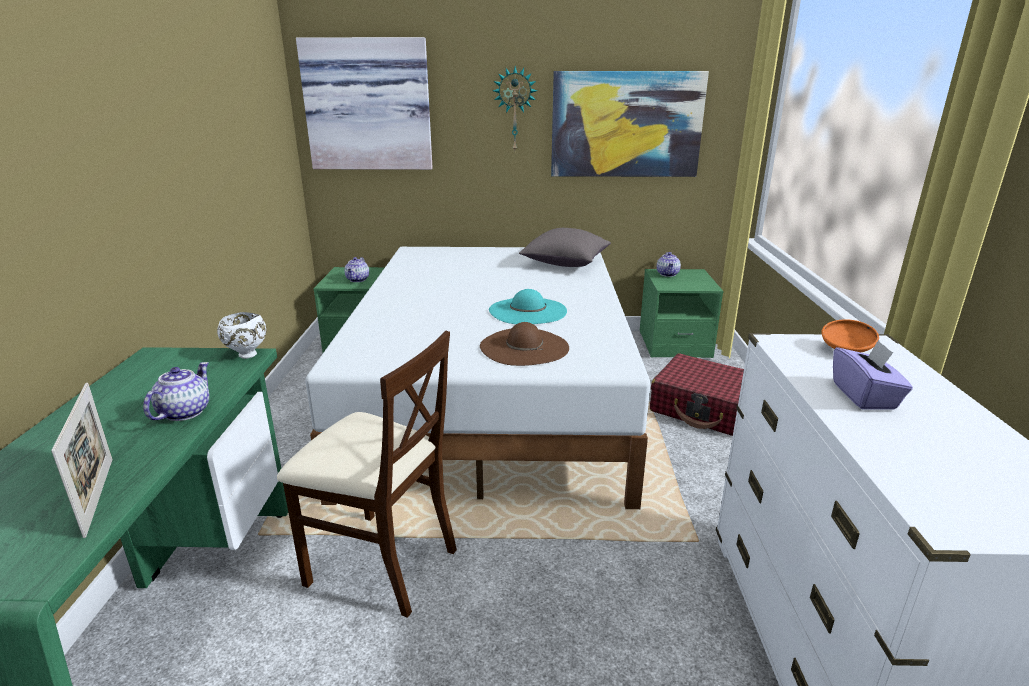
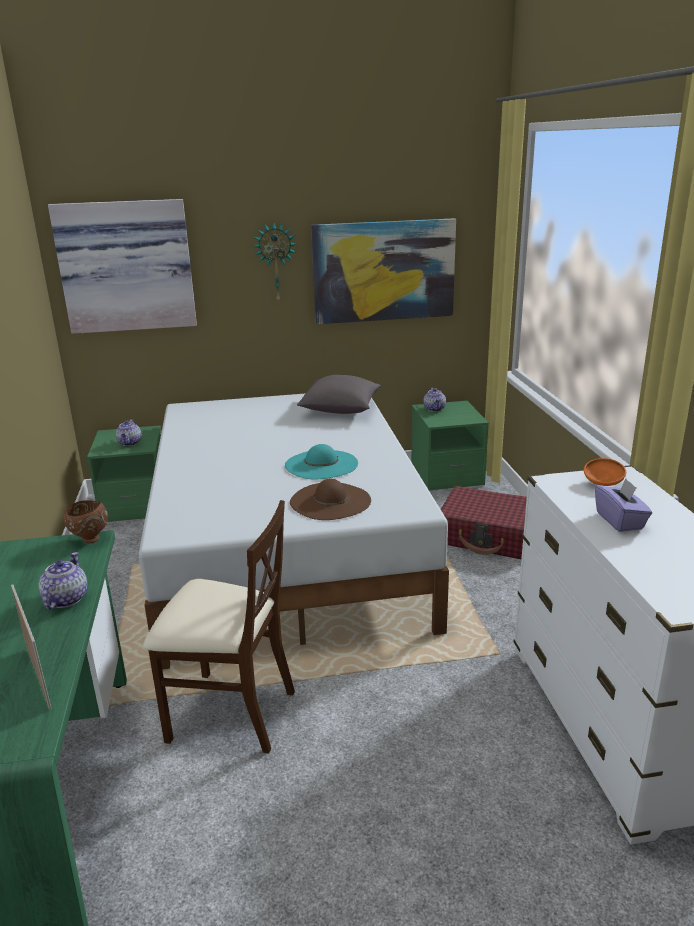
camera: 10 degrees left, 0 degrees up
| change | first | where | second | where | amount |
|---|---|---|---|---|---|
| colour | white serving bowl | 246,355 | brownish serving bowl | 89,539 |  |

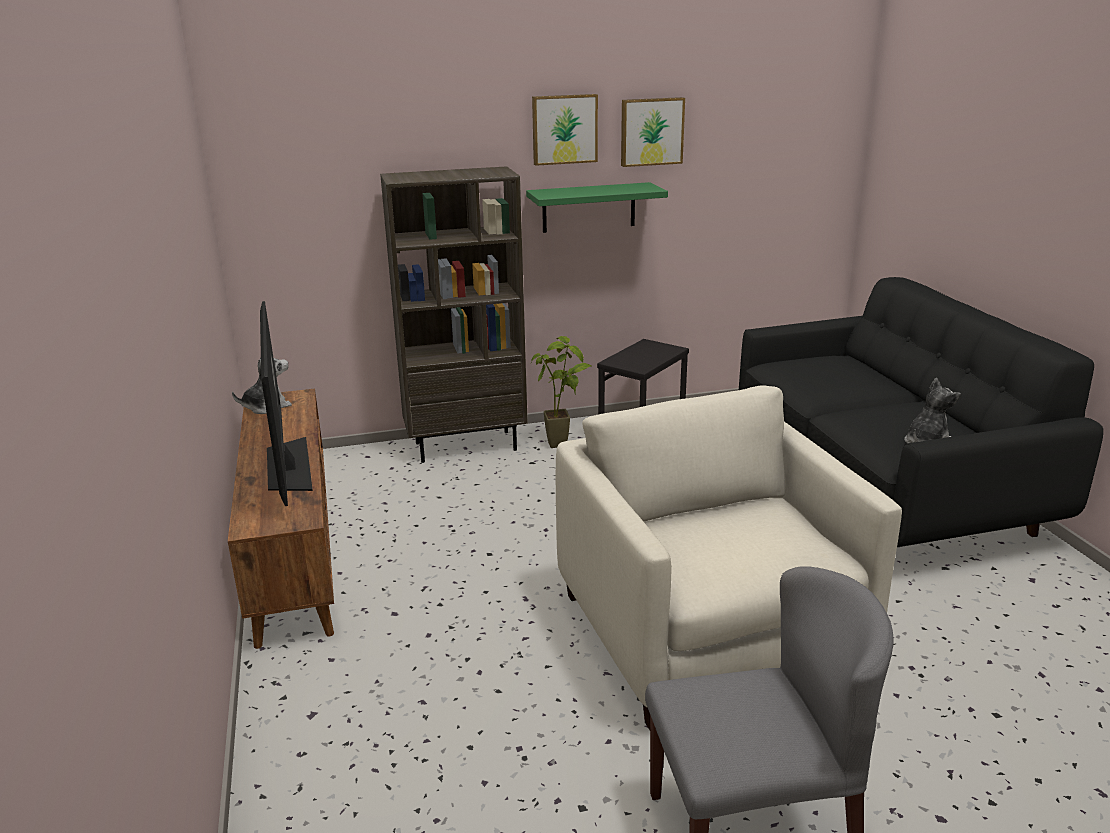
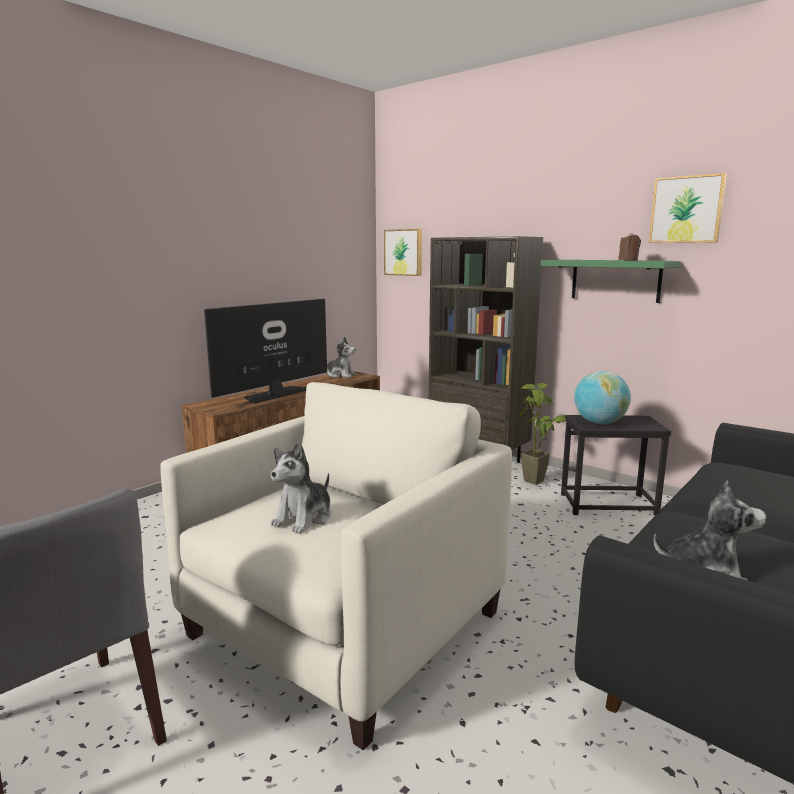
camera: 55 degrees right, 10 degrees down
| change | first | where | second | where | amount |
|---|---|---|---|---|---|
| appeared |  |  | soft toy | 304,518 |  |
| appeared |  |  | world globe | 599,423 |  |
| appeared |  |  | brownish wax candle | 628,260 |  |
| relocated | wall art | 564,129 |  | 404,252 |  |

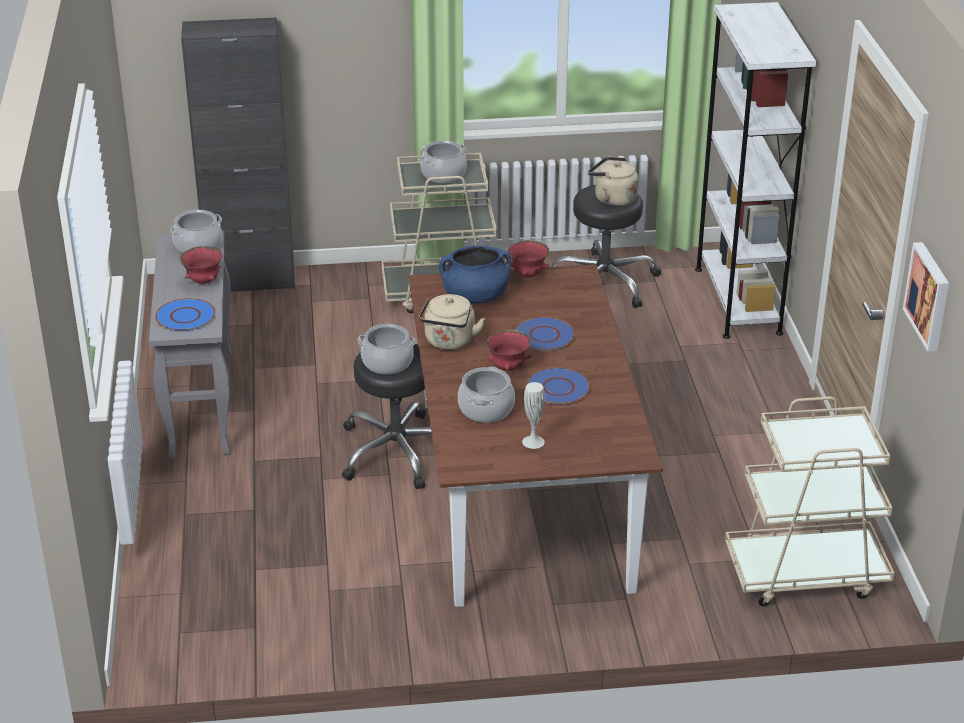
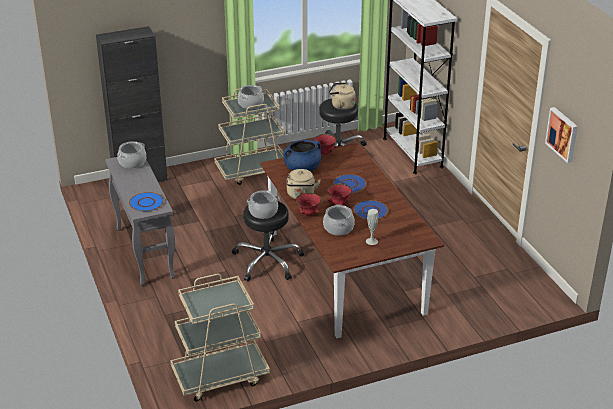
camera: 15 degrees left, 0 degrees up
| change | first | where | second | where | amount |
|---|---|---|---|---|---|
| relocated | red-coloured serving bowl | 203,281 |  | 308,213 |  |
| relocated | beige trolley | 805,573 |  | 220,376 |  |

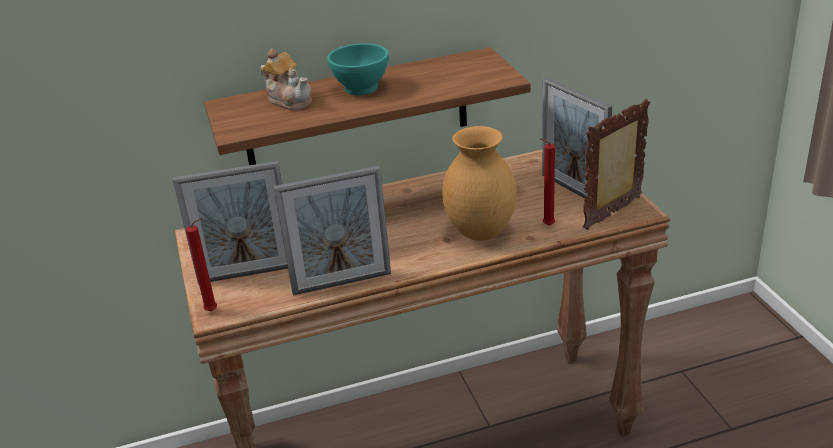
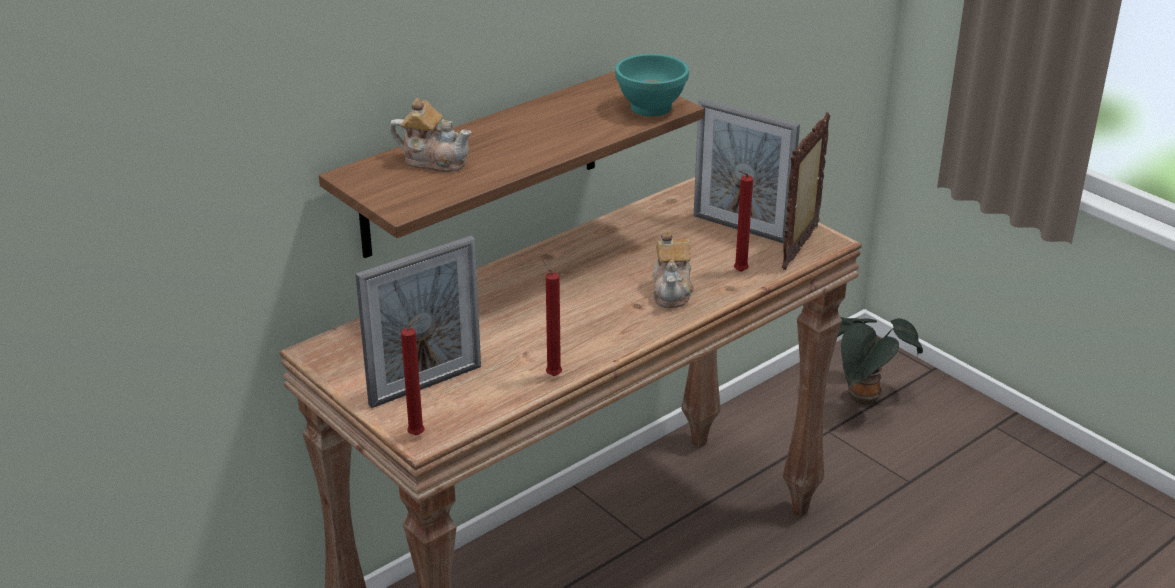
camera: 25 degrees left, 0 degrees up
| change | first | where | second | where | amount |
|---|---|---|---|---|---|
| appeared |  |  | plant in a pot | 863,401 |  |
| relocated | blue-green serving bowl | 360,88 |  | 649,107 |  |
| exchanged | photo frame | 342,283 | red-coloured wax candle | 552,374 |  |
| exchanged | brownish decorative vase | 482,232 | pot for tea | 672,291 |  |

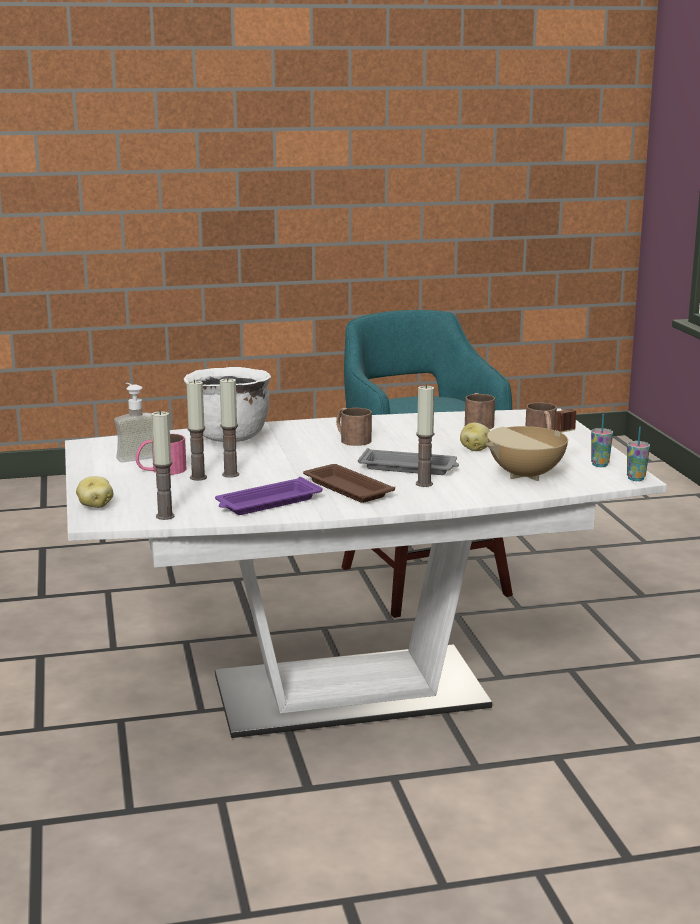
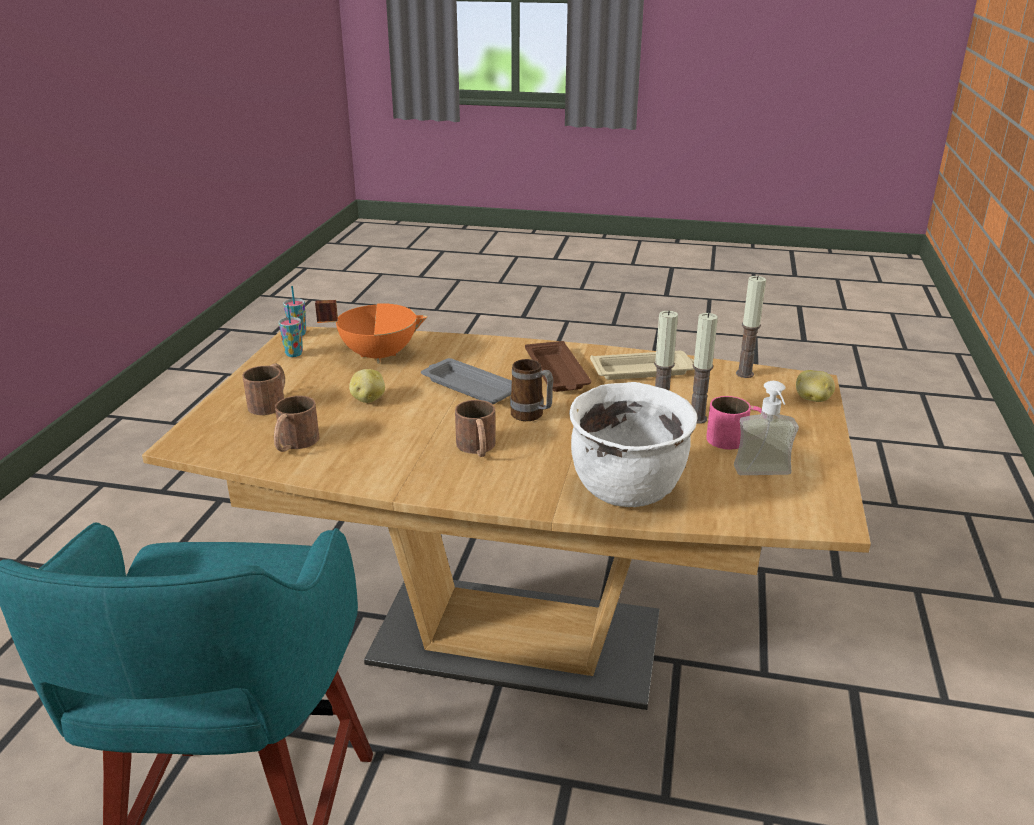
camera: 155 degrees left, 10 degrees up
| change | first | where | second | where | amount |
|---|---|---|---|---|---|
| missing | wax candle | 424,484 |  |  |  |
| appeared |  |  | coffee mug | 532,416 |  |
| colour | white kitchen table | 350,692 | brownish kitchen table | 516,639 |  |
| colour | purple carrying tray | 267,503 | beige carrying tray | 644,371 |  |
| colour | beige saucepot | 527,476 | orange-coloured saucepot | 378,355 |  |

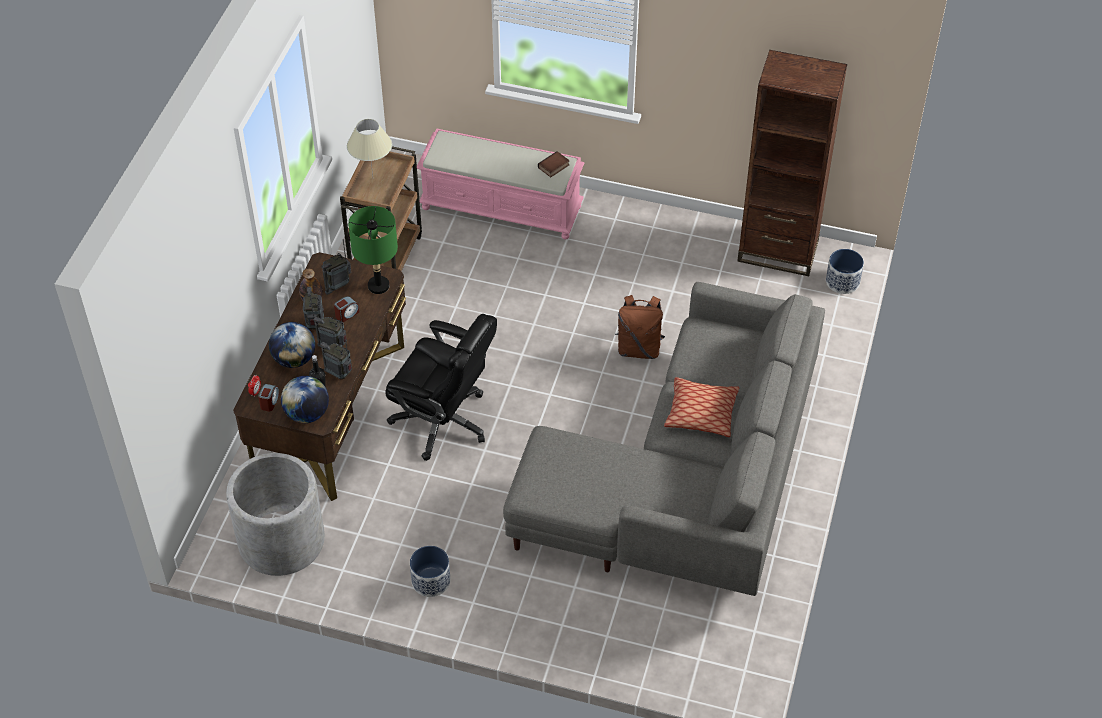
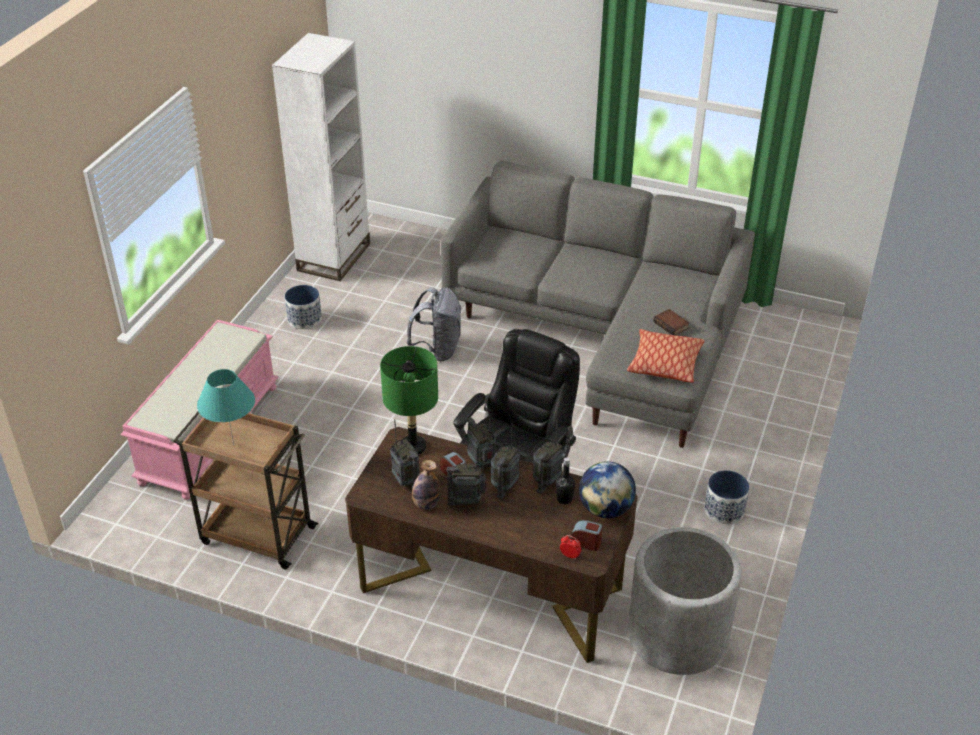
camera: 85 degrees left, 10 degrees down
| change | first | where | second | where | amount |
|---|---|---|---|---|---|
| missing | world globe | 294,359 |  |  |  |
| appeared |  |  | radio | 481,462 |  |
| relocated | bound book | 554,167 |  | 672,325 |  |
| relocated | cushion | 701,413 |  | 665,363 |  |
| relocated | flower pot | 842,281 |  | 304,319 |  |
| colour | beige table lamp | 372,178 | blue-green table lamp | 233,445 |  |
| colour | brownish backpack | 639,348 | grey backpack | 438,350 |  |
| colour | brownish shelving unit | 778,251 | white shelving unit | 334,257 |  |

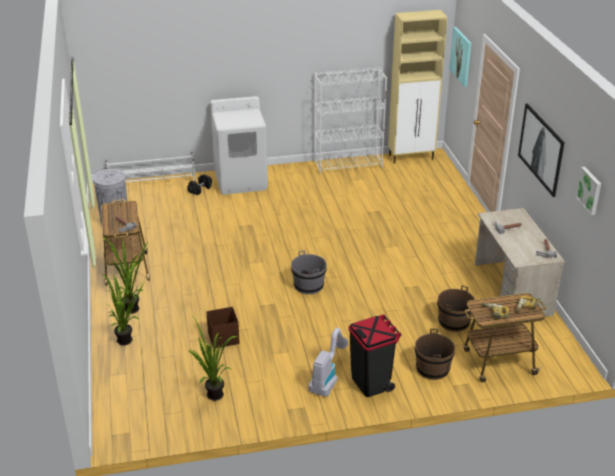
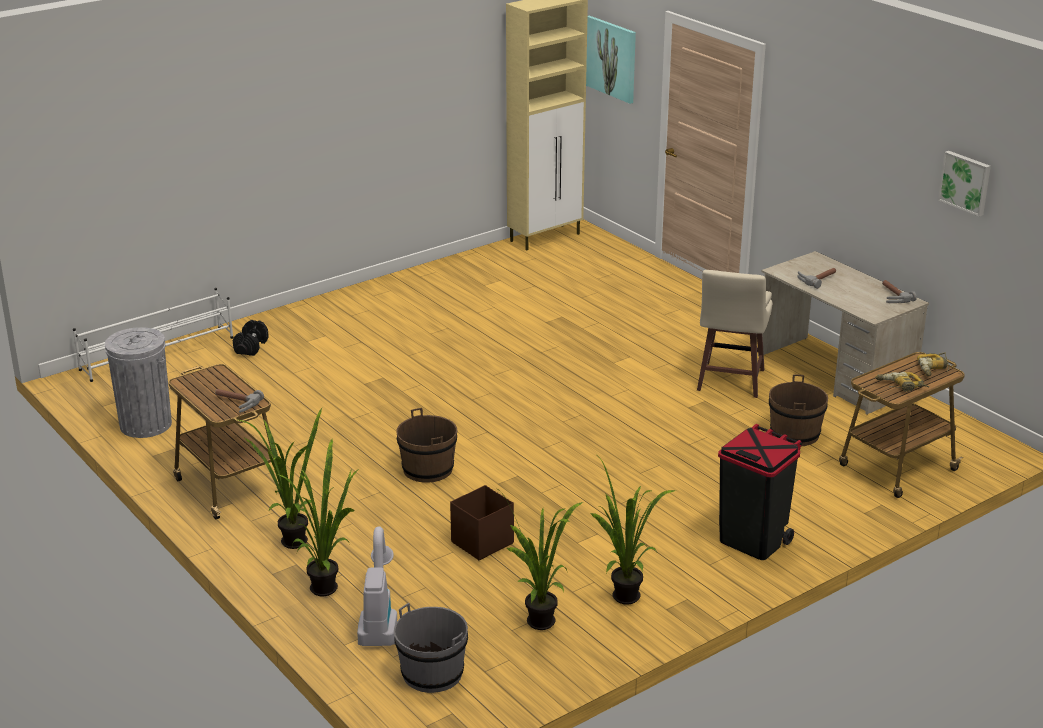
camera: 25 degrees left, 5 degrees down
| change | first | where | second | where | amount |
|---|---|---|---|---|---|
| missing | white laundry appliance | 241,181 |  |  |  |
| missing | white shelving unit | 348,164 |  |  |  |
| missing | wall art | 541,149 |  |  |  |
| appeared |  |  | plant in a pot | 623,601 |  |
| appeared |  |  | beige stool | 729,381 |  |
| relocated | grey bucket | 308,285 |  | 432,673 |  |
| relocated | hoover | 327,378 |  | 379,619 |  |
| relocated | brownish bucket | 432,369 |  | 428,469 |  |

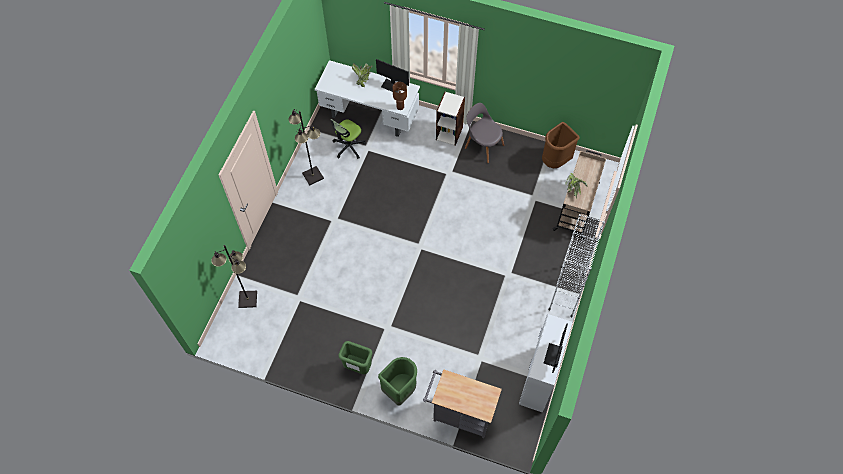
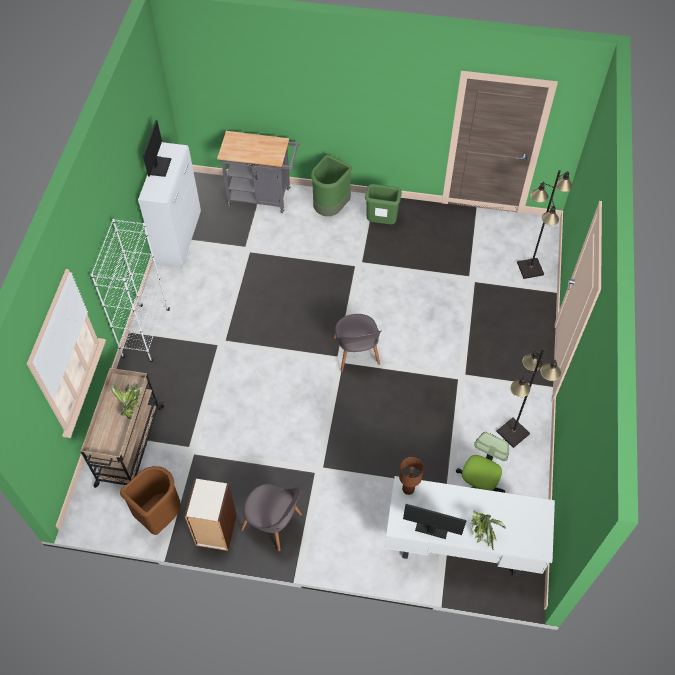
camera: 170 degrees right, 5 degrees down
| change | first | where | second | where | amount |
|---|---|---|---|---|---|
| appeared |  |  | grey chair | 356,353 |  |
| relocated | shelving unit | 449,133 |  | 216,530 |  |

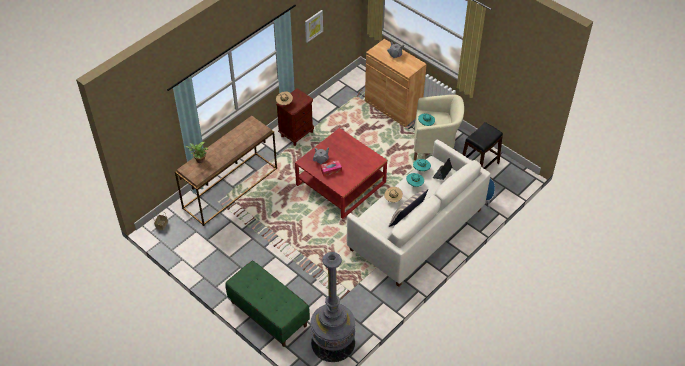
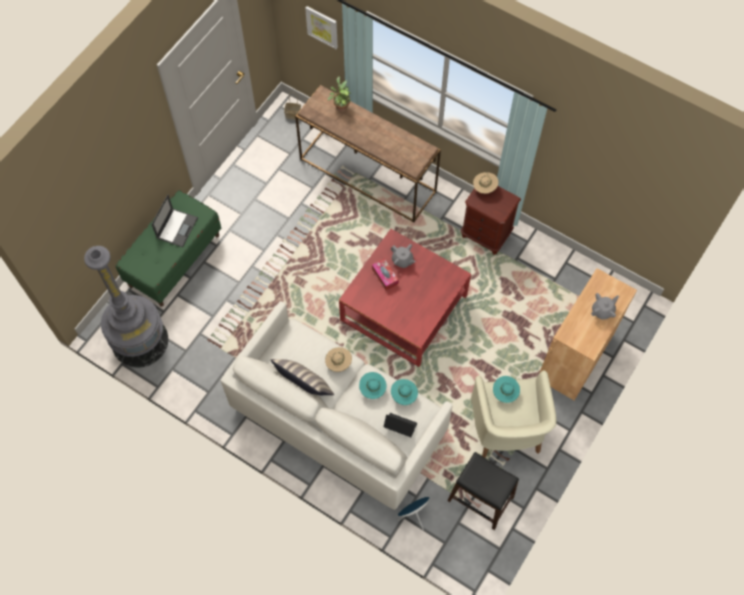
camera: 80 degrees right, 15 degrees up
| change | first | where | second | where | amount |
|---|---|---|---|---|---|
| appeared |  |  | portable computer | 177,227 |  |
| relocated | wall art | 313,26 |  | 322,27 |  |

